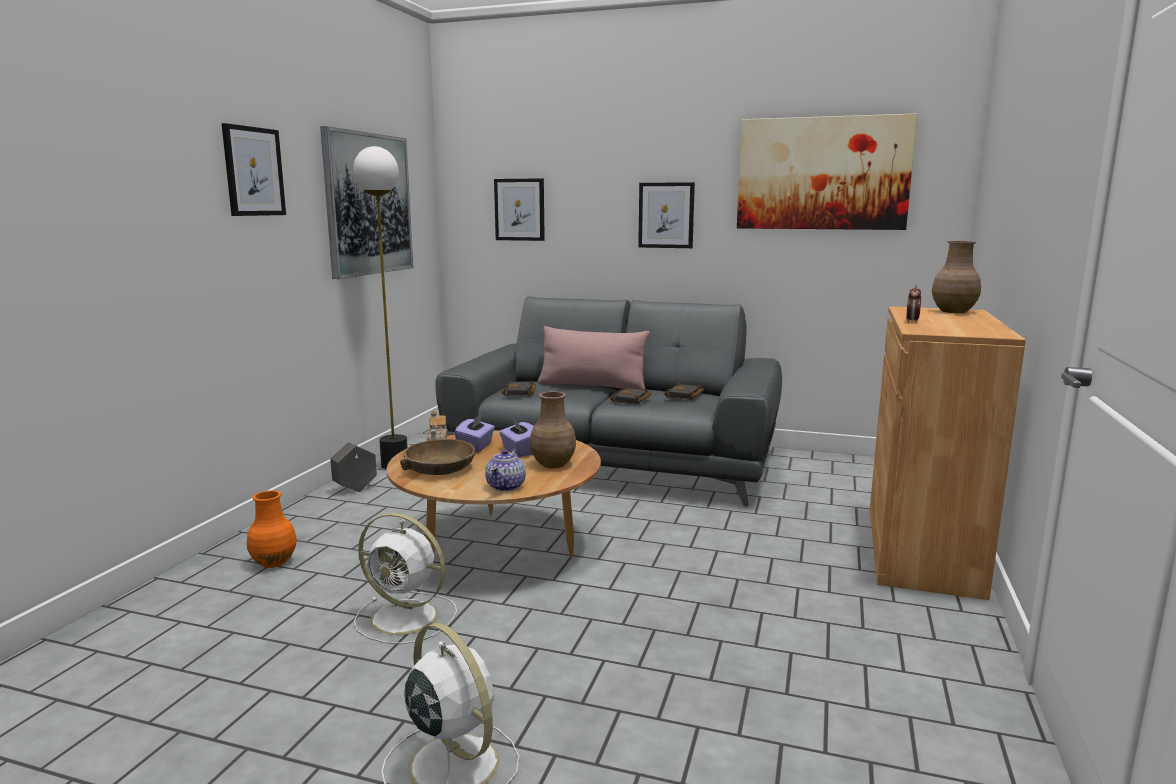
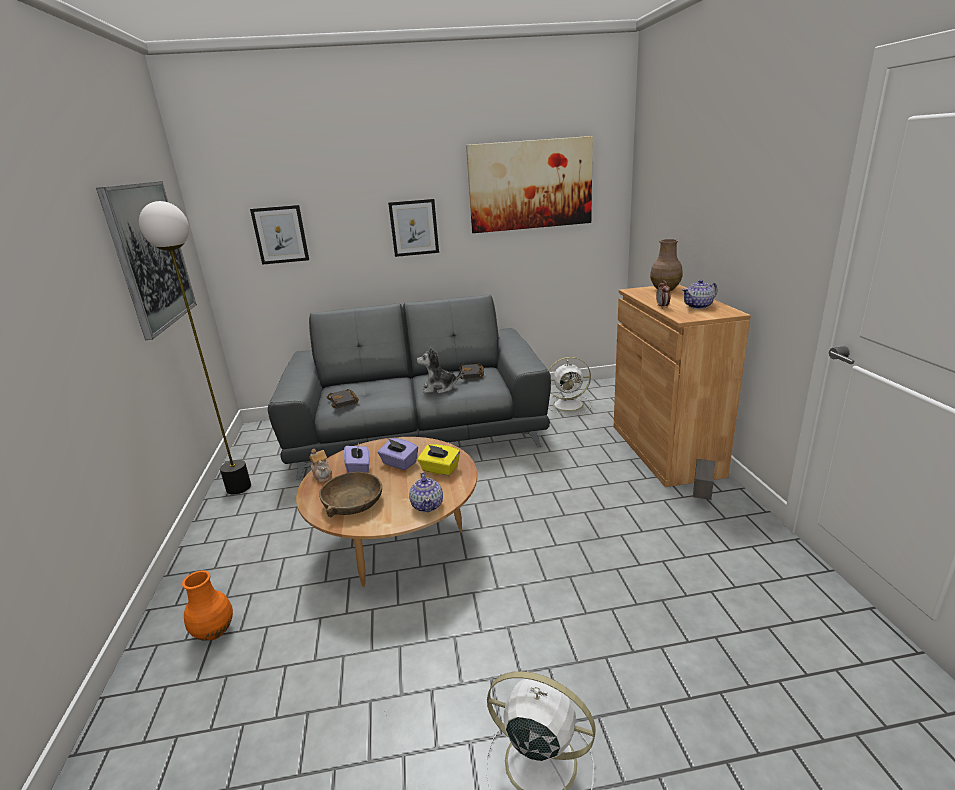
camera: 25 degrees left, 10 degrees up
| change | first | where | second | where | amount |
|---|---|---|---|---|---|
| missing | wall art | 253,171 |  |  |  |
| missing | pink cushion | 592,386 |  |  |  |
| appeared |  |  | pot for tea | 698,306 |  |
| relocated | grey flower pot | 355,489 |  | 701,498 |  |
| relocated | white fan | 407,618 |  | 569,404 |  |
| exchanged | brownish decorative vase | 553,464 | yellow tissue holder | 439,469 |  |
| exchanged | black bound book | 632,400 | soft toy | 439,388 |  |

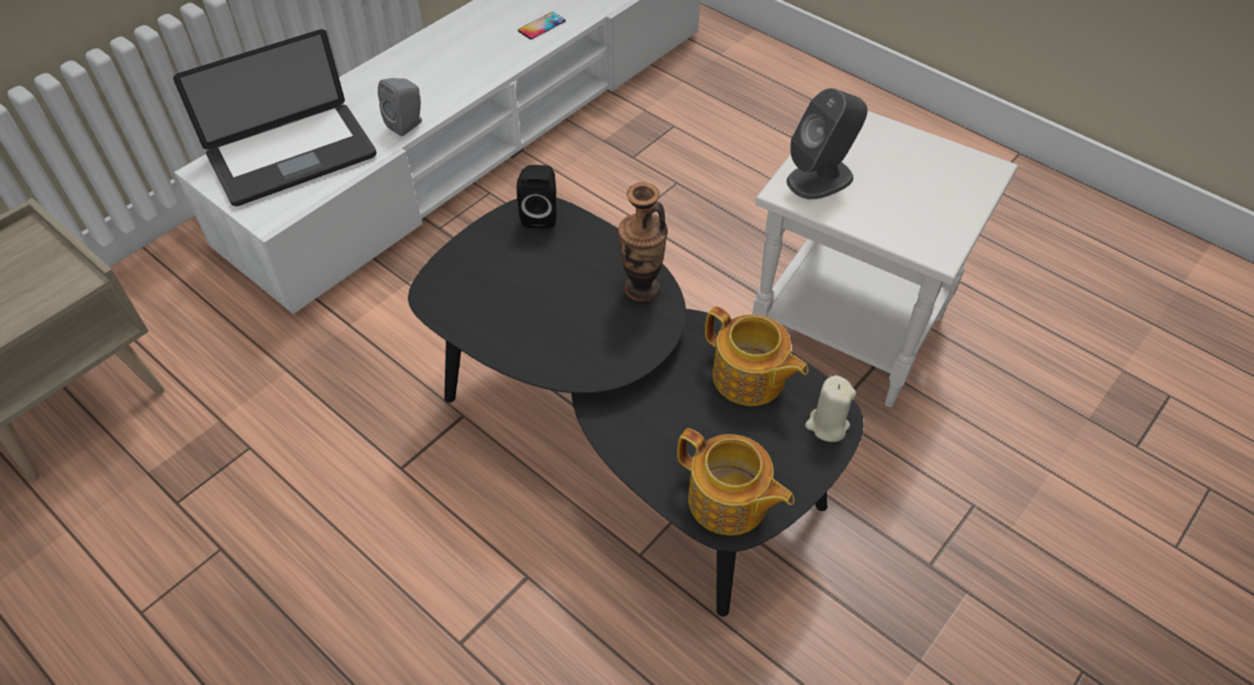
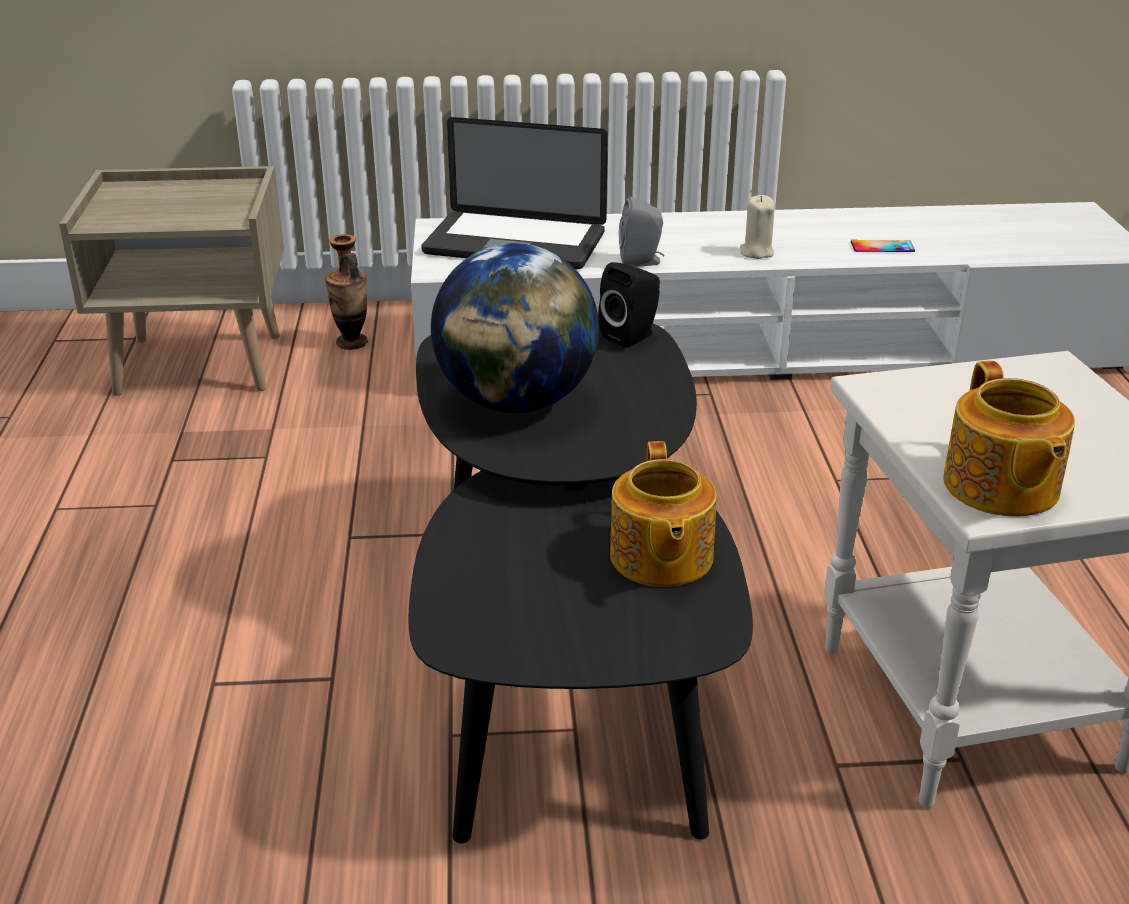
camera: 45 degrees right, 20 degrees down
| change | first | where | second | where | amount |
|---|---|---|---|---|---|
| missing | grey audio speaker | 820,178 |  |  |  |
| appeared |  |  | world globe | 516,403 |  |
| relocated | decorative vase | 642,288 |  | 351,343 |  |
| relocated | pot for tea | 728,502 |  | 1000,488 |  |
| relocated | beige wax candle | 827,425 |  | 756,252 |  |

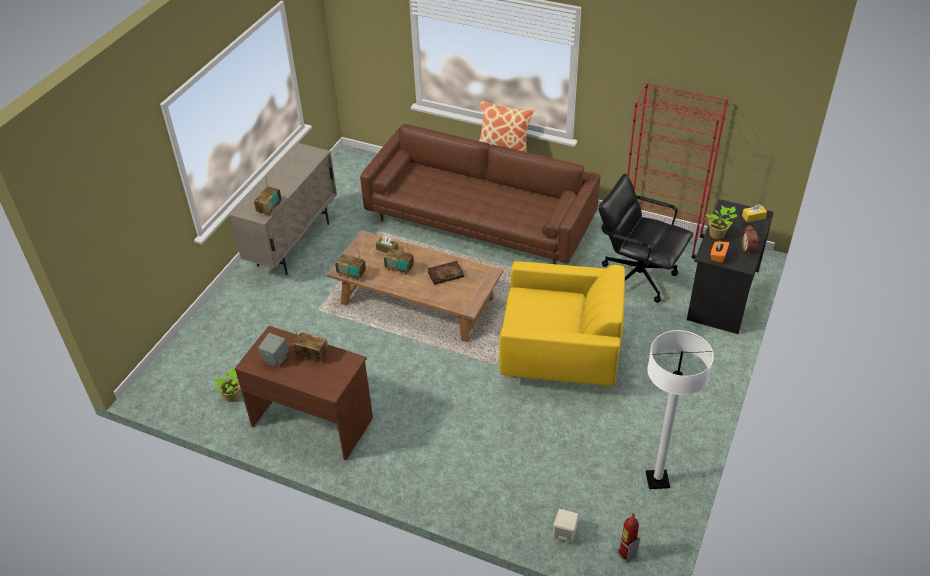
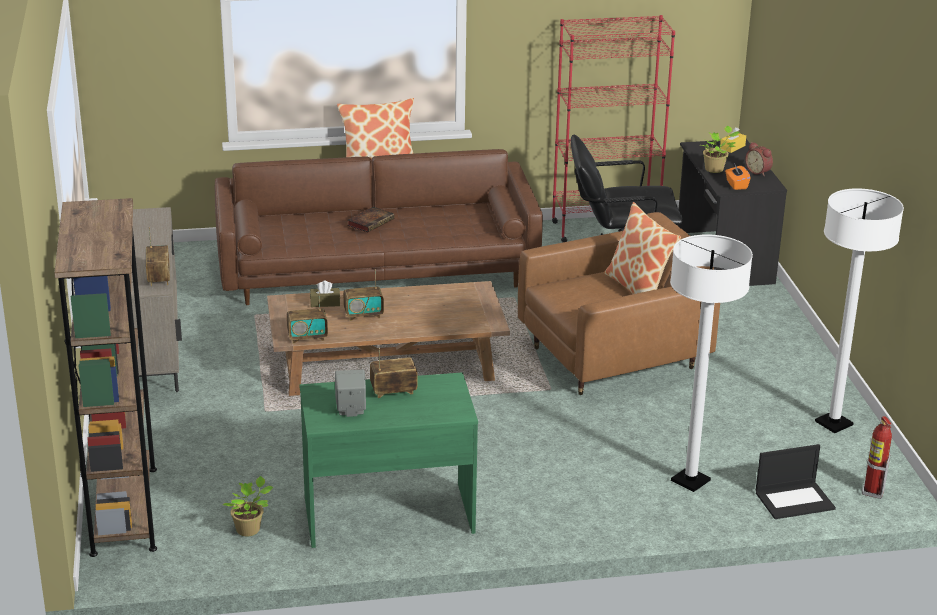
camera: 35 degrees left, 15 degrees down
| change | first | where | second | where | amount |
|---|---|---|---|---|---|
| appeared |  |  | brownish shelving unit | 124,510 |  |
| appeared |  |  | cushion | 639,289 |  |
| appeared |  |  | white floor lamp | 690,481 |  |
| relocated | bound book | 446,274 |  | 371,222 |  |
| exchanged | beige audio speaker | 565,533 | portable computer | 795,500 |  |
| colour | brownish desk table | 312,421 | green-coloured desk table | 387,514 |  |
| colour | yellow easy chair | 560,355 | brownish easy chair | 613,358 |  |

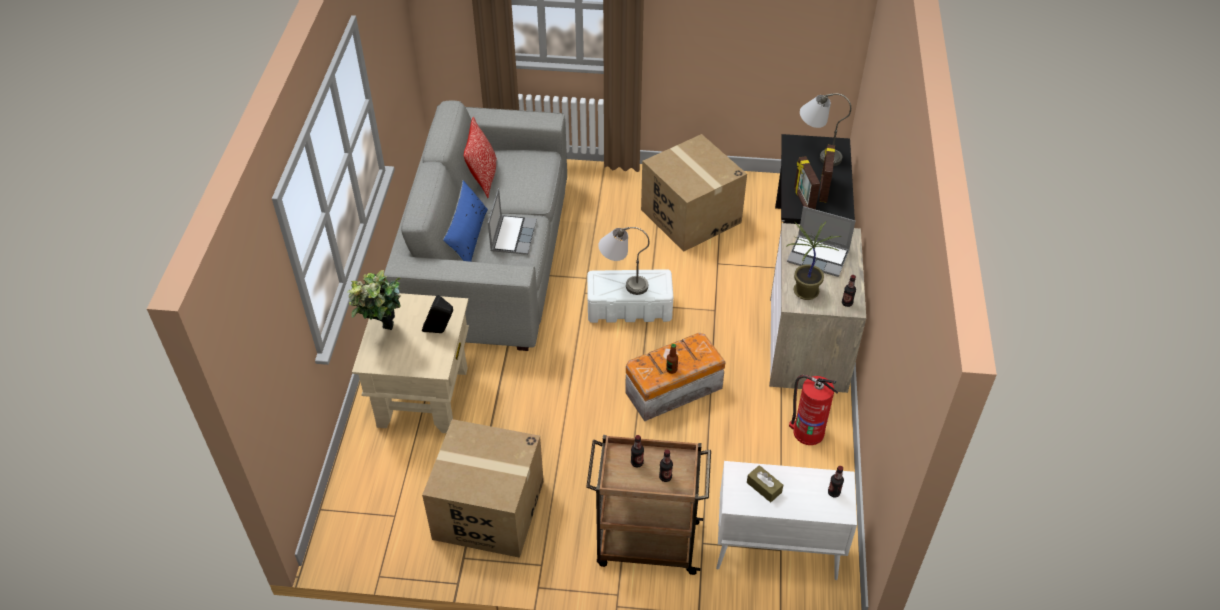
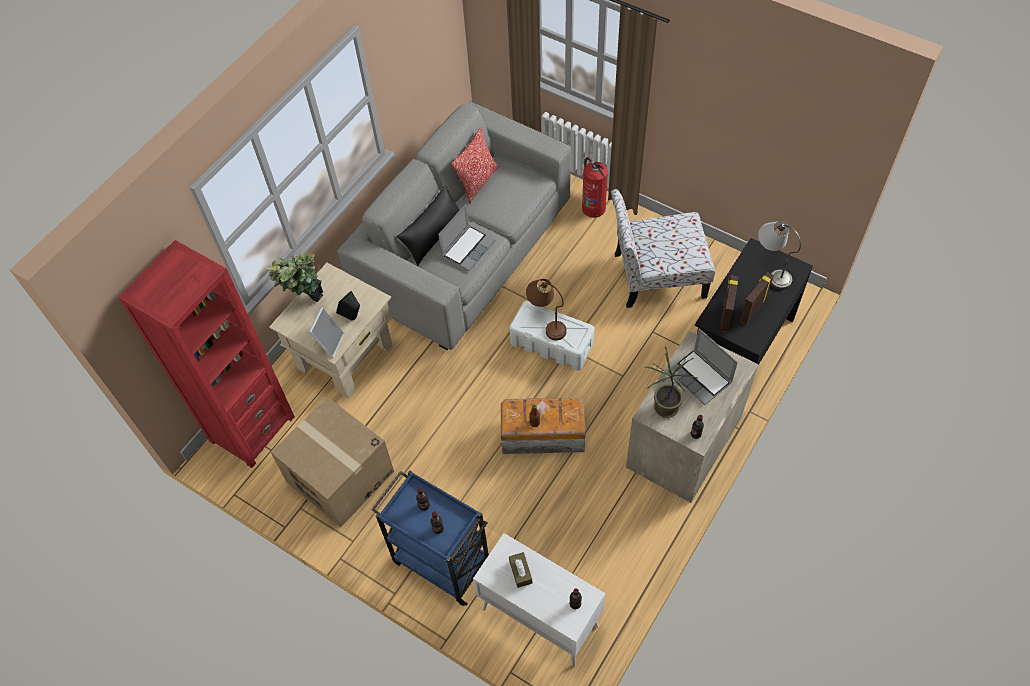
camera: 30 degrees right, 10 degrees up
| change | first | where | second | where | amount |
|---|---|---|---|---|---|
| appeared |  |  | red-coloured shelving unit | 252,428 |  |
| appeared |  |  | photo frame | 329,343 |  |
| relocated | extinguisher | 807,432 |  | 593,207 |  |
| exchanged | packing box | 690,216 | chair | 656,276 |  |
| colour | blue-coloured cushion | 468,238 | black cushion | 433,235 |  |
| colour | brownish trolley | 645,543 | blue-coloured trolley | 441,561 |  |
| colour | grey table lamp | 622,281 | brownish table lamp | 547,322 |  |

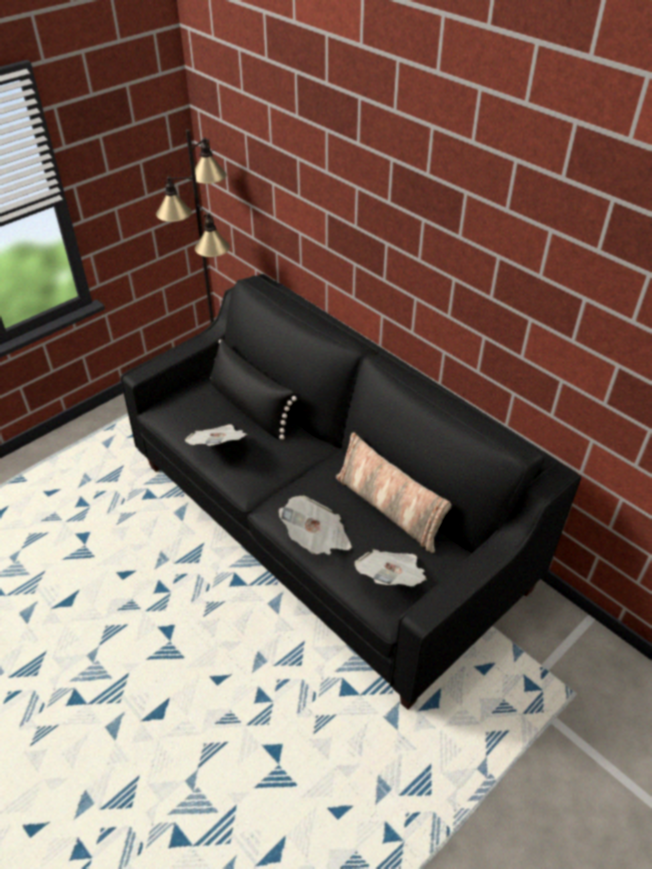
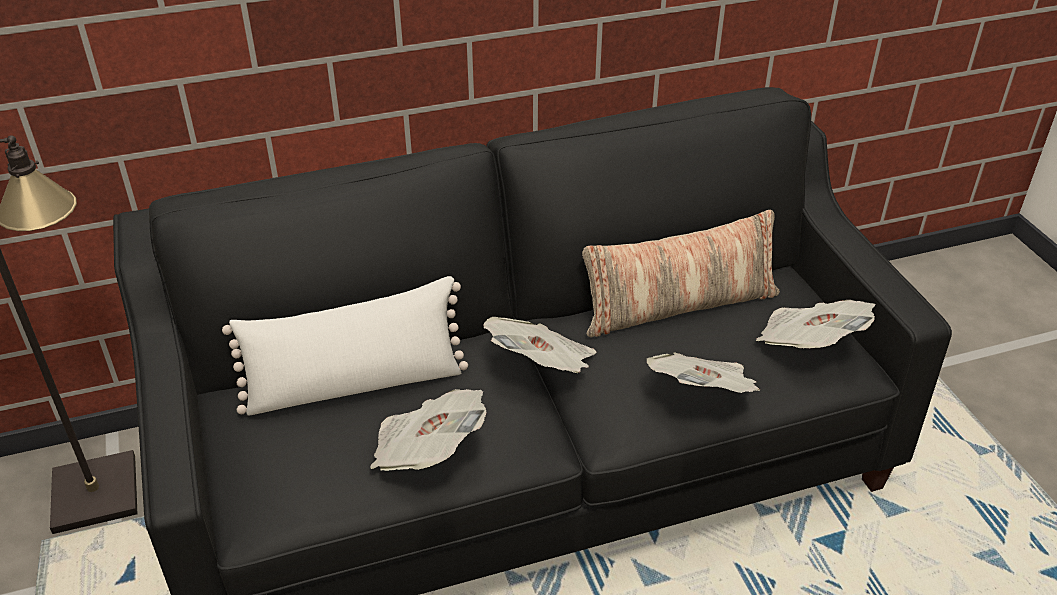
camera: 65 degrees left, 5 degrees down
| change | first | where | second | where | amount |
|---|---|---|---|---|---|
| appeared |  |  | daily paper | 542,366 |  |
| colour | black cushion | 249,407 | white cushion | 355,385 |  |

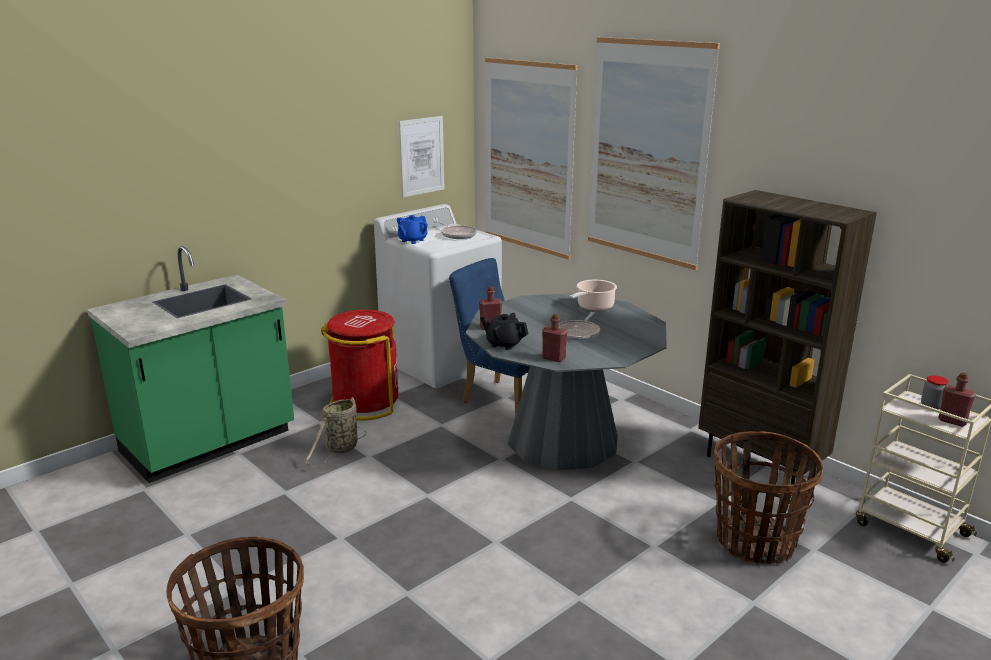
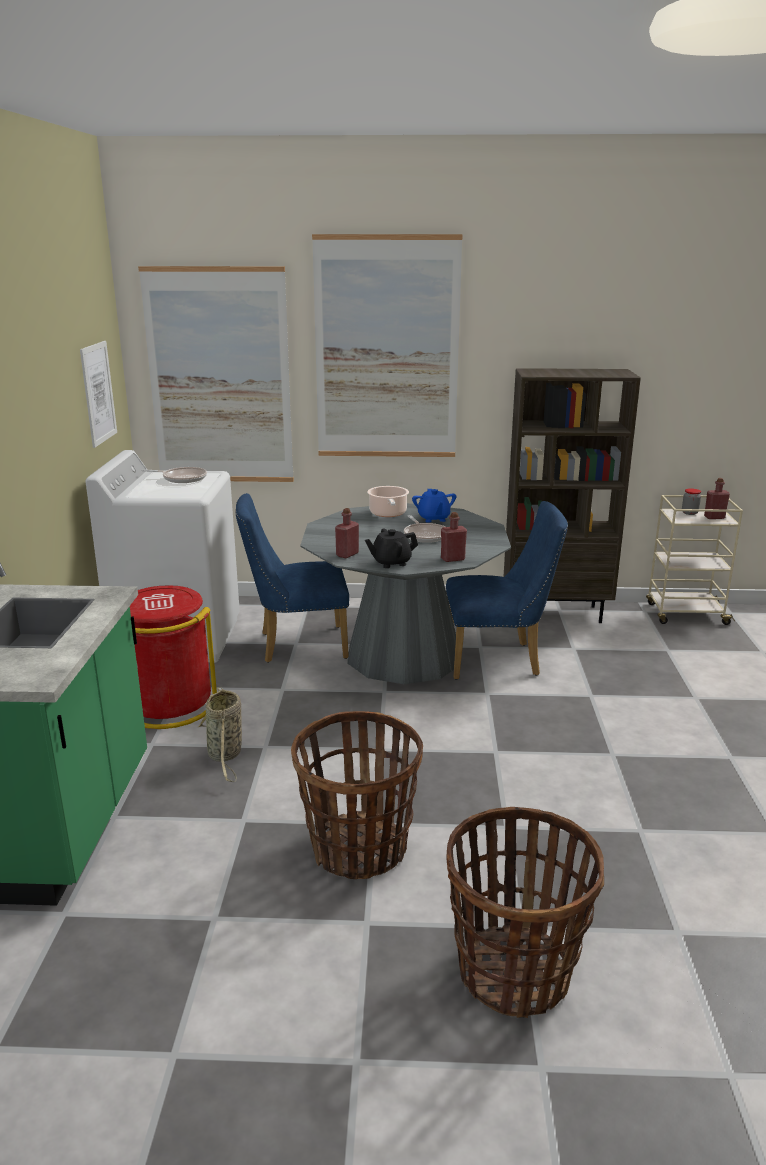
camera: 45 degrees left, 0 degrees up
| change | first | where | second | where | amount |
|---|---|---|---|---|---|
| appeared |  |  | blue-coloured chair | 499,660 |  |
| relocated | blue-coloured pot for tea | 412,240 |  | 433,519 |  |
| relocated | basket | 755,542 |  | 359,849 |  |

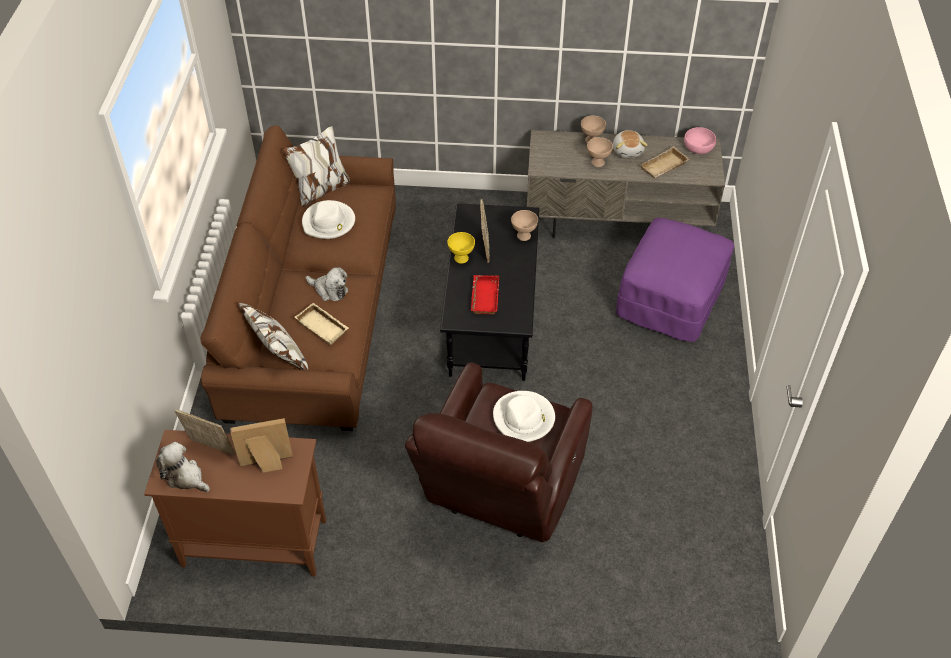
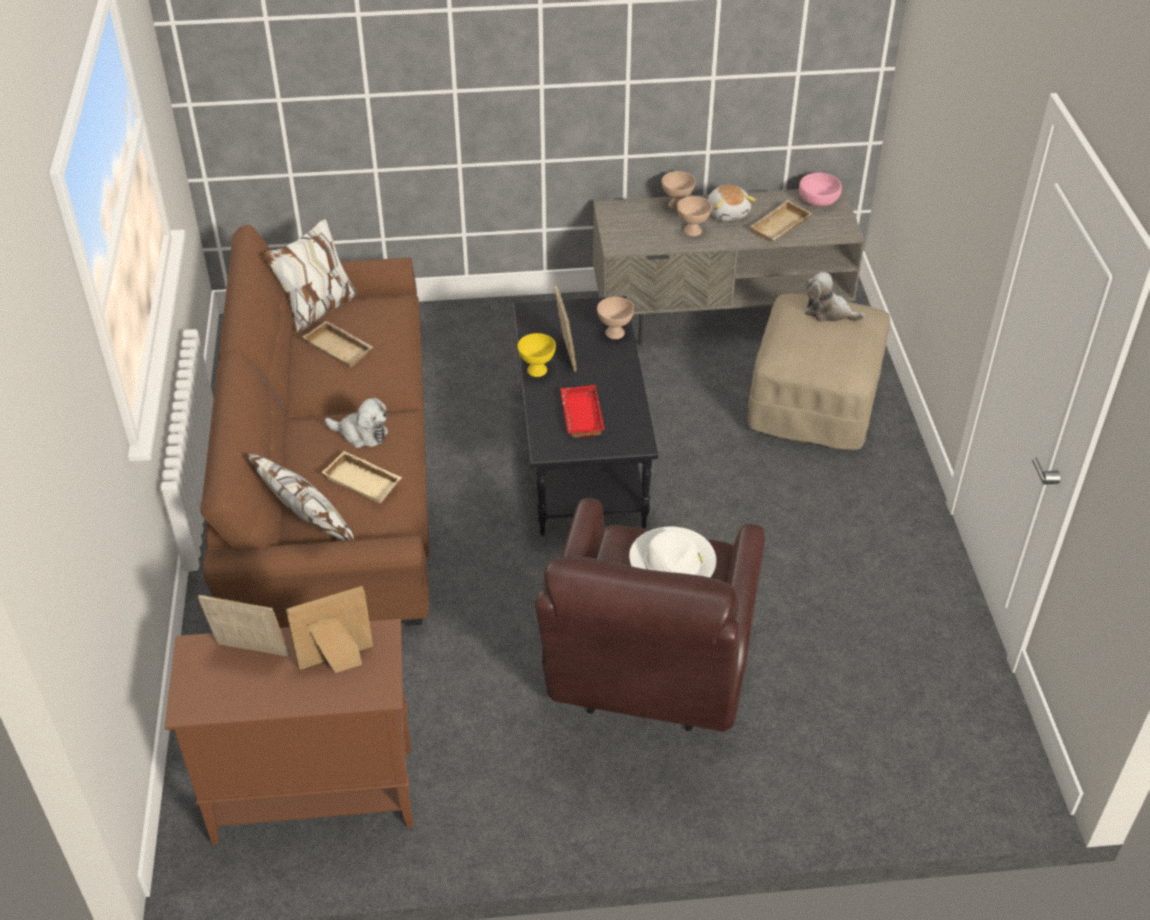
camera: 10 degrees left, 5 degrees down
| change | first | where | second | where | amount |
|---|---|---|---|---|---|
| relocated | soft toy | 185,477 |  | 829,312 |  |
| exchanged | white clothing hat | 329,222 | beige carrying tray | 340,348 |  |
| colour | purple footrest | 671,300 | beige footrest | 815,402 |  |

